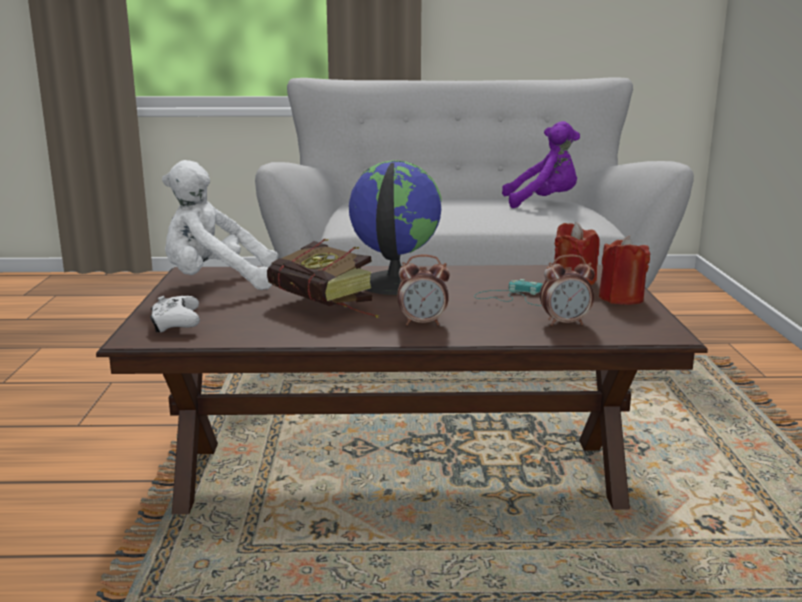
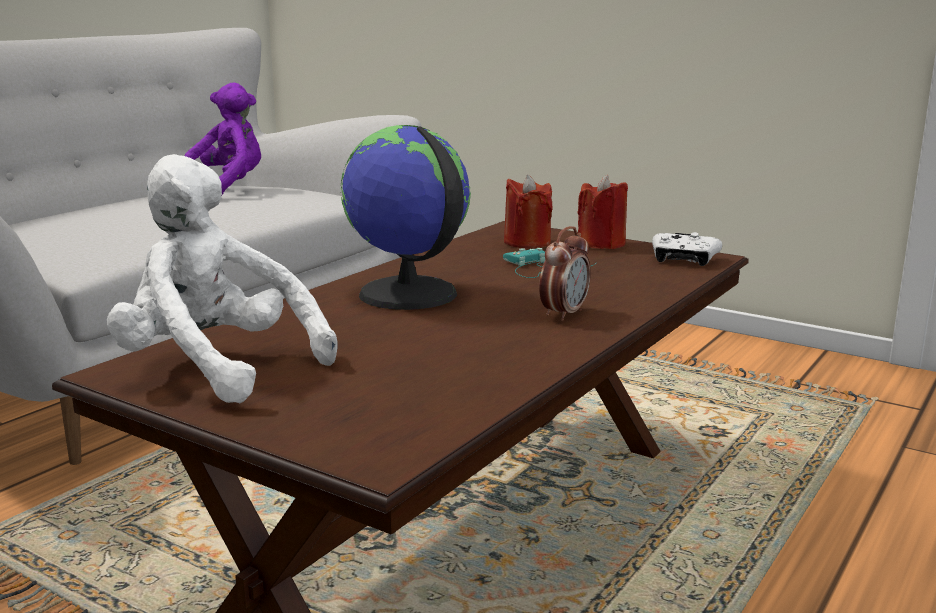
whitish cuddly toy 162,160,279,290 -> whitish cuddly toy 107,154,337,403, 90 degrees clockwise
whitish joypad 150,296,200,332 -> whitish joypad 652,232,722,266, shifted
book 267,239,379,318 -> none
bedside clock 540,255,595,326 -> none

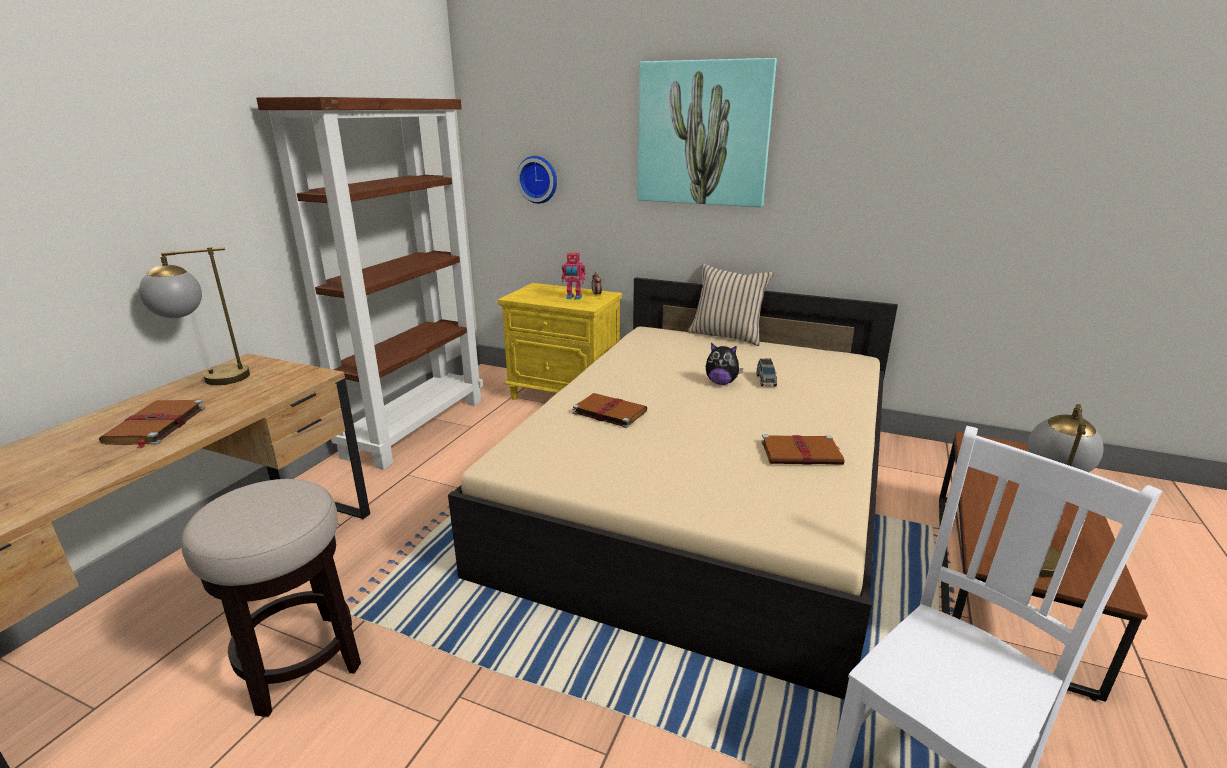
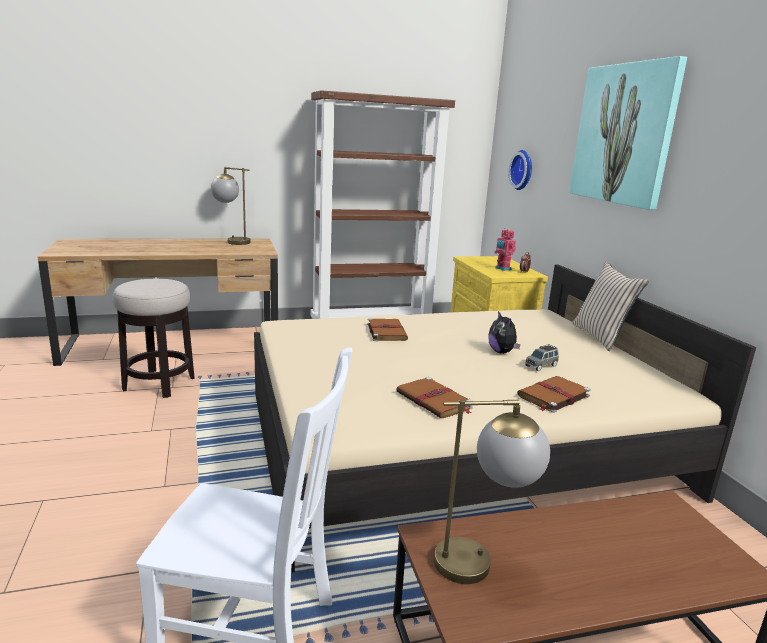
brownish book 99,400,205,449 -> brownish book 517,376,591,413, shifted

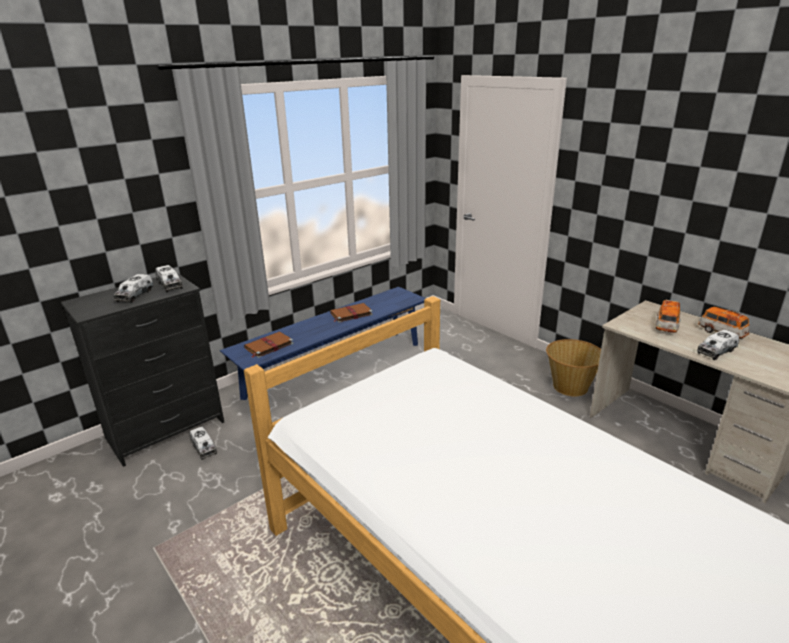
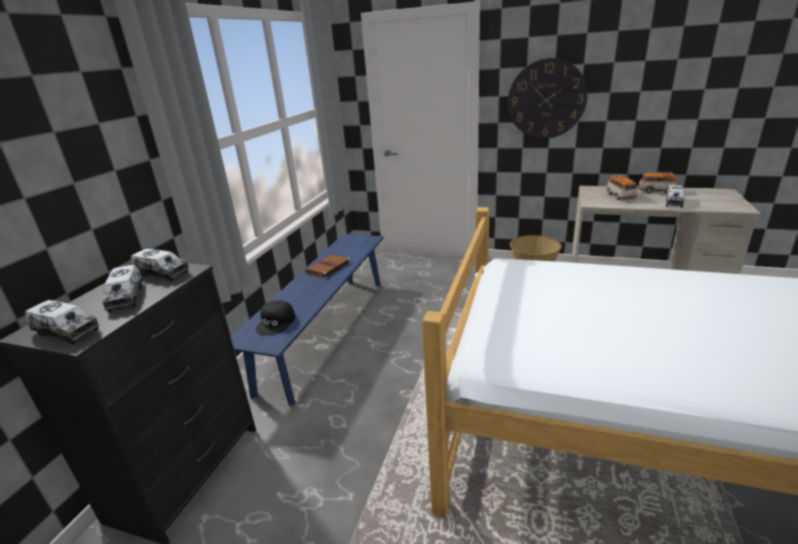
toy lorry 190,426,217,460 -> toy lorry 25,300,99,345, shifted
brownish book 244,332,294,358 -> black-coloured baseball cap 256,300,295,335
none -> wall clock 508,58,588,139

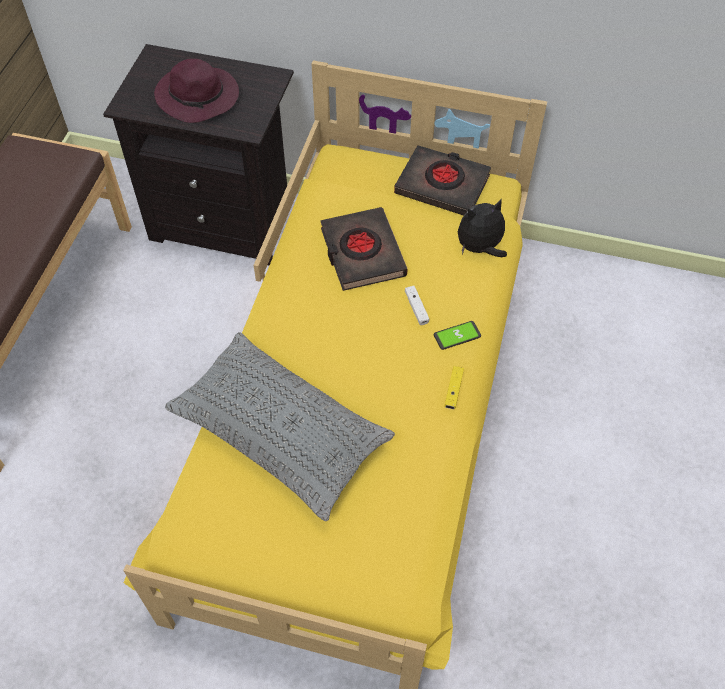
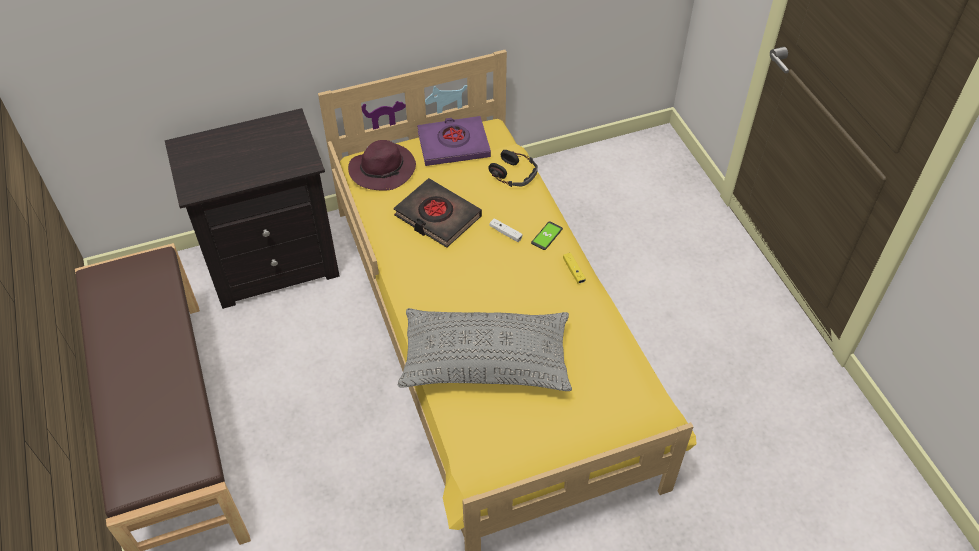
purplish wearable hat 154,59,239,123 -> purplish wearable hat 348,140,416,191, shifted
black-coloured book 394,145,491,216 -> purplish book 417,116,491,166
cuddly toy 458,198,507,257 -> headset 488,150,538,187

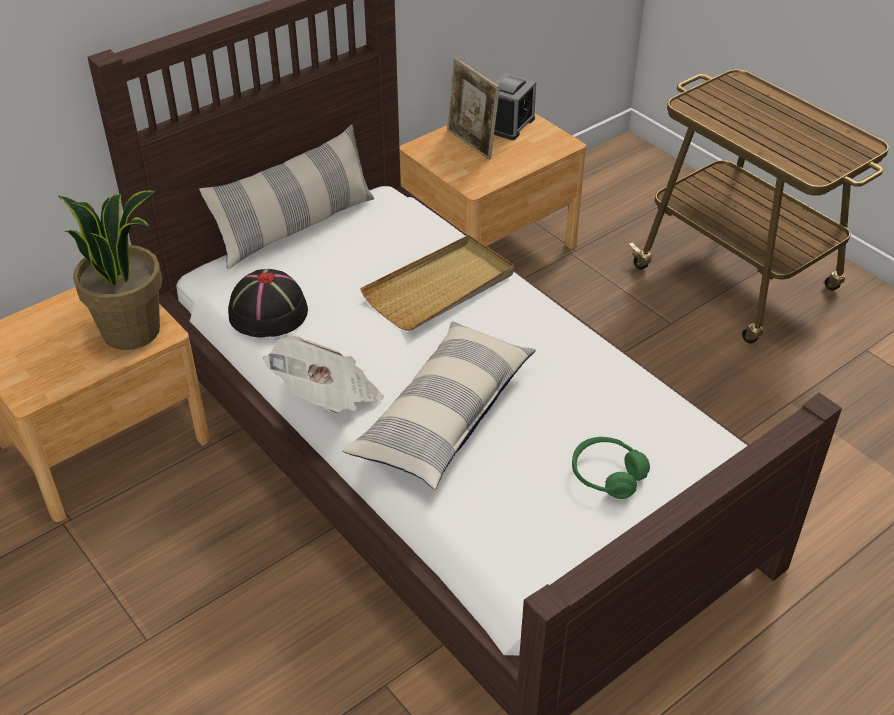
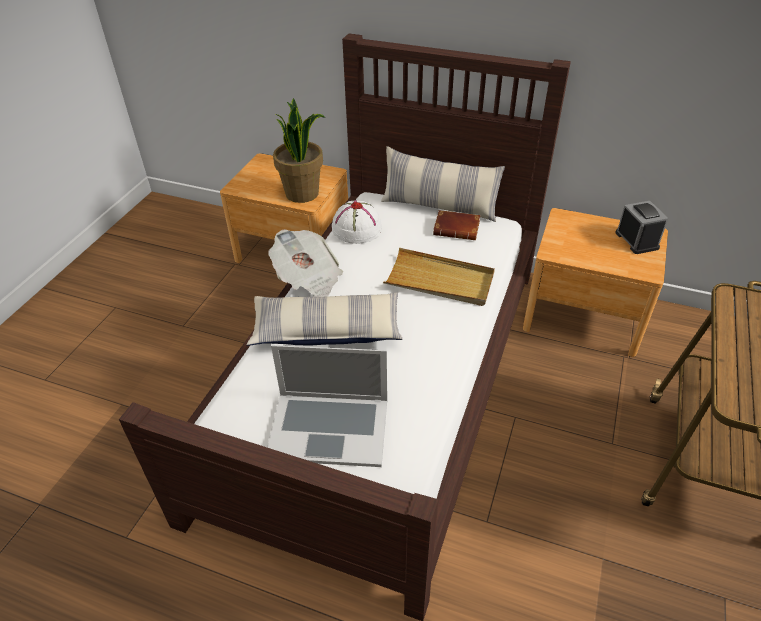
green headset 572,437,650,499 -> portable computer 267,345,387,467
black-coloured wearable hat 228,269,308,338 -> whitish wearable hat 332,200,382,244
none -> brownish book 433,210,480,240
bedside clock 494,73,536,140 -> bedside clock 615,201,668,254, 105 degrees counterclockwise
standing frame 447,57,500,160 -> none

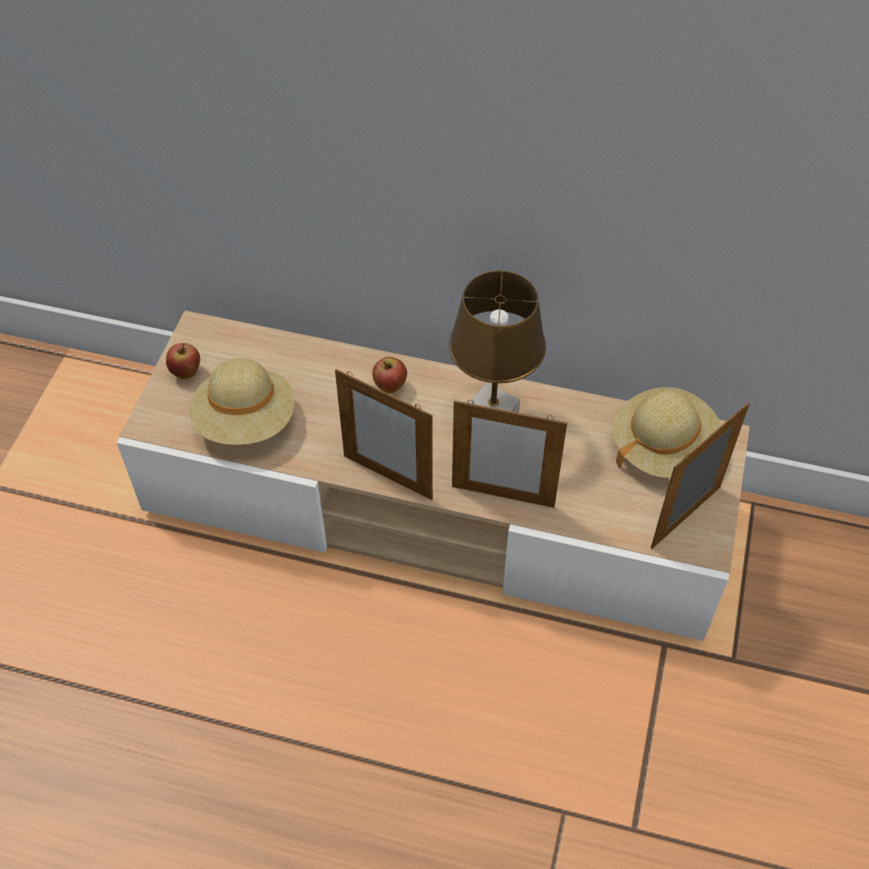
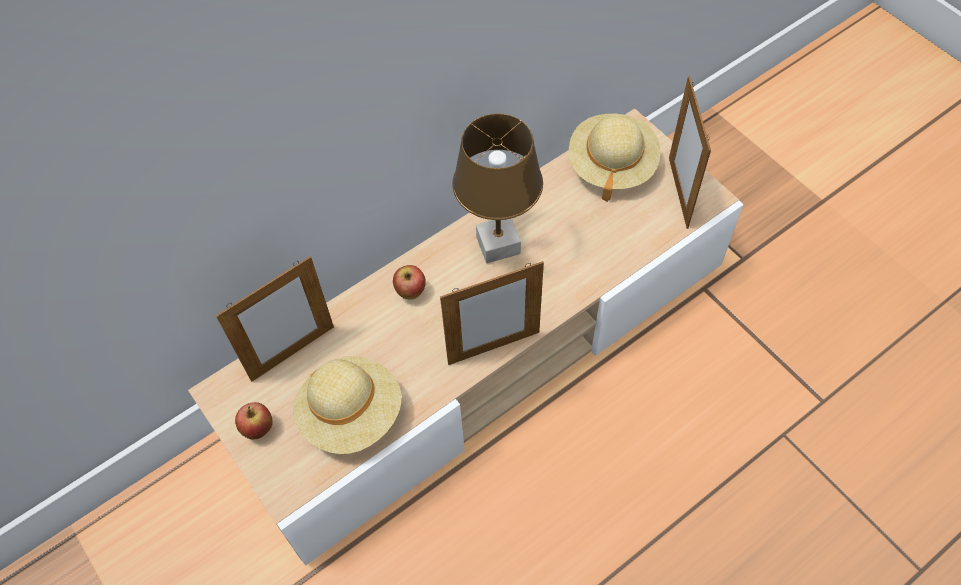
standing frame 452,400,567,508 -> standing frame 216,256,334,382, shifted

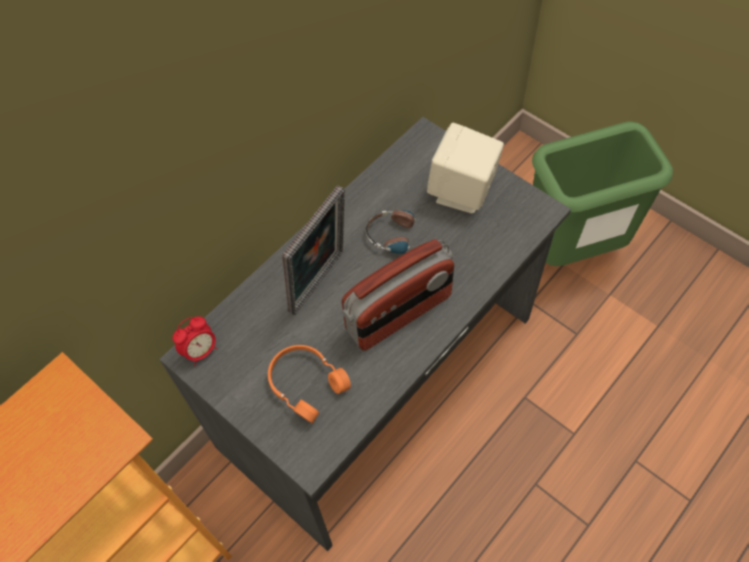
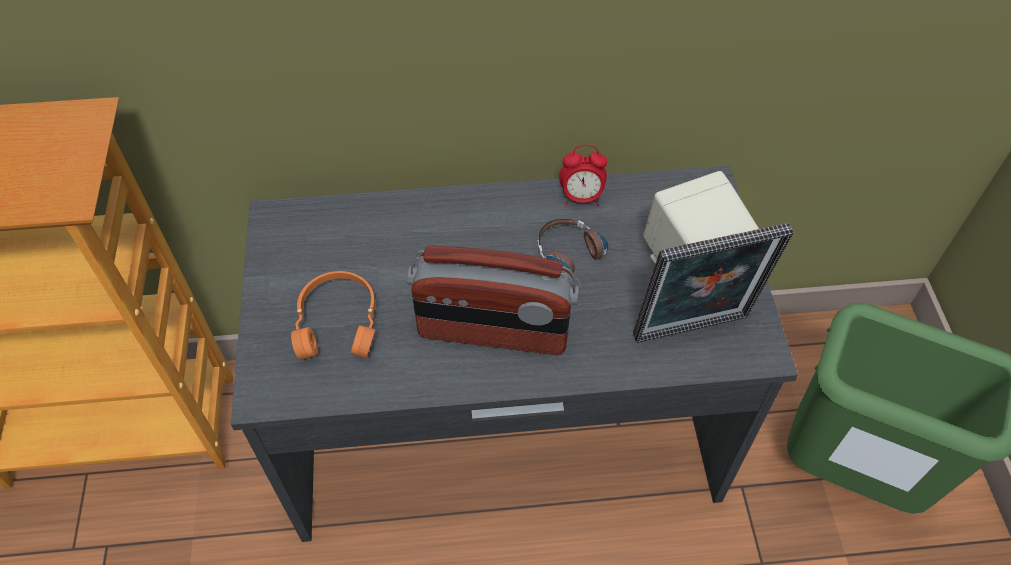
bedside clock 173,316,217,366 -> bedside clock 559,145,607,206, shifted
standing frame 282,185,345,316 -> standing frame 633,223,794,343, shifted

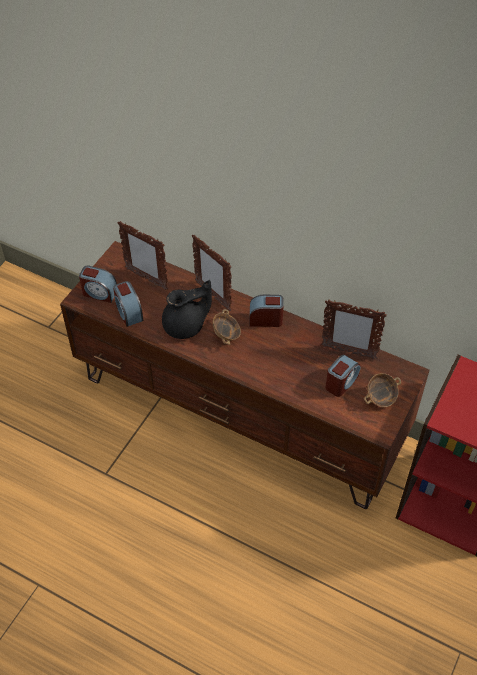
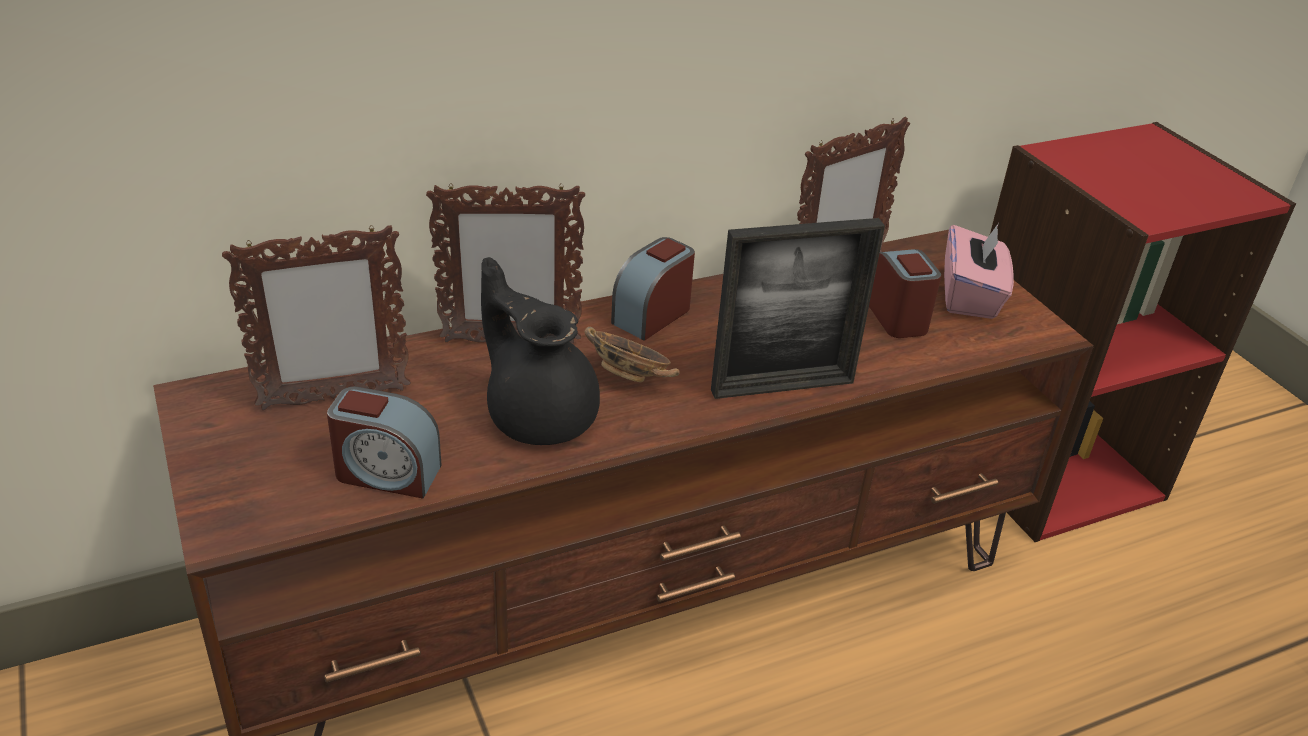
black-coloured tea pot 162,280,212,339 -> black-coloured tea pot 481,257,600,445, 60 degrees counterclockwise
none -> standing frame 711,218,885,399
deep dish 364,373,401,407 -> pink box of tissues 944,223,1014,319
bedside clock 79,265,117,303 -> none

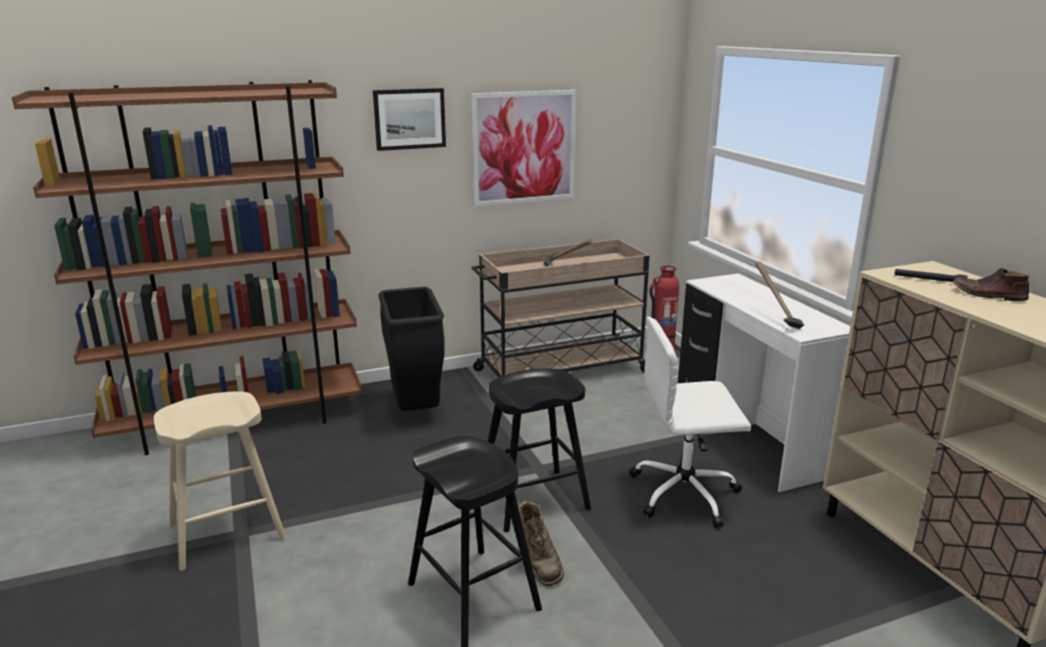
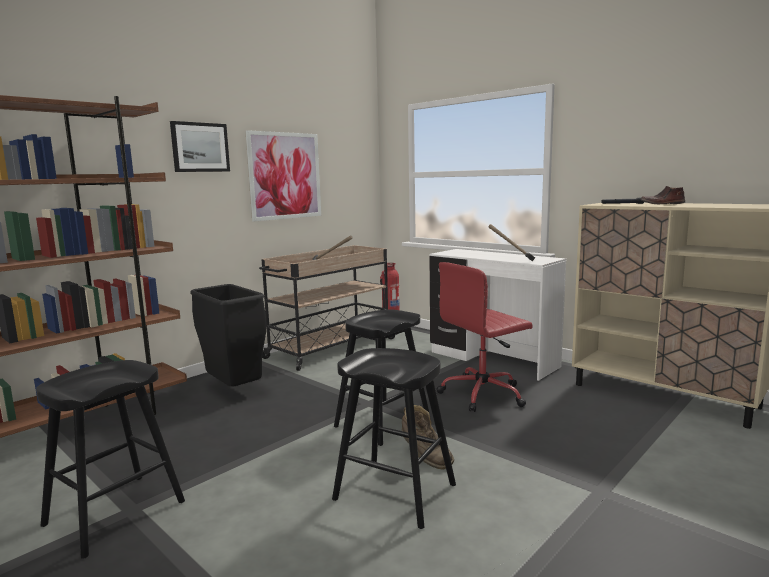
beige stool seat 154,391,286,571 -> black-coloured stool seat 36,360,185,559
whitish computer chair 629,316,751,528 -> red-coloured computer chair 437,262,533,412

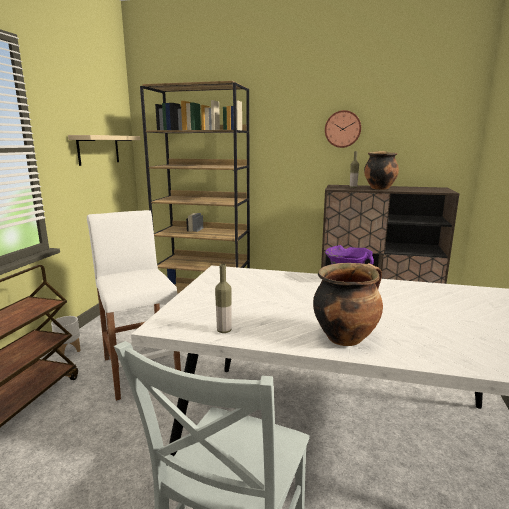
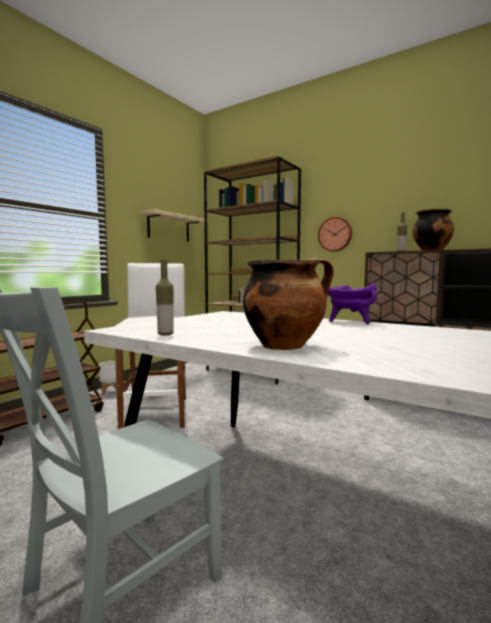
wall clock 325,110,361,148 -> wall clock 318,217,352,252, shifted

